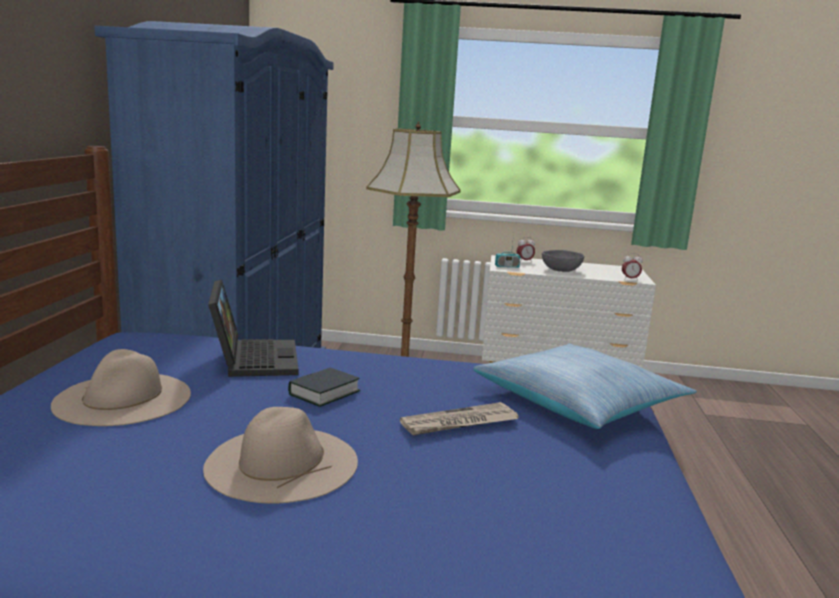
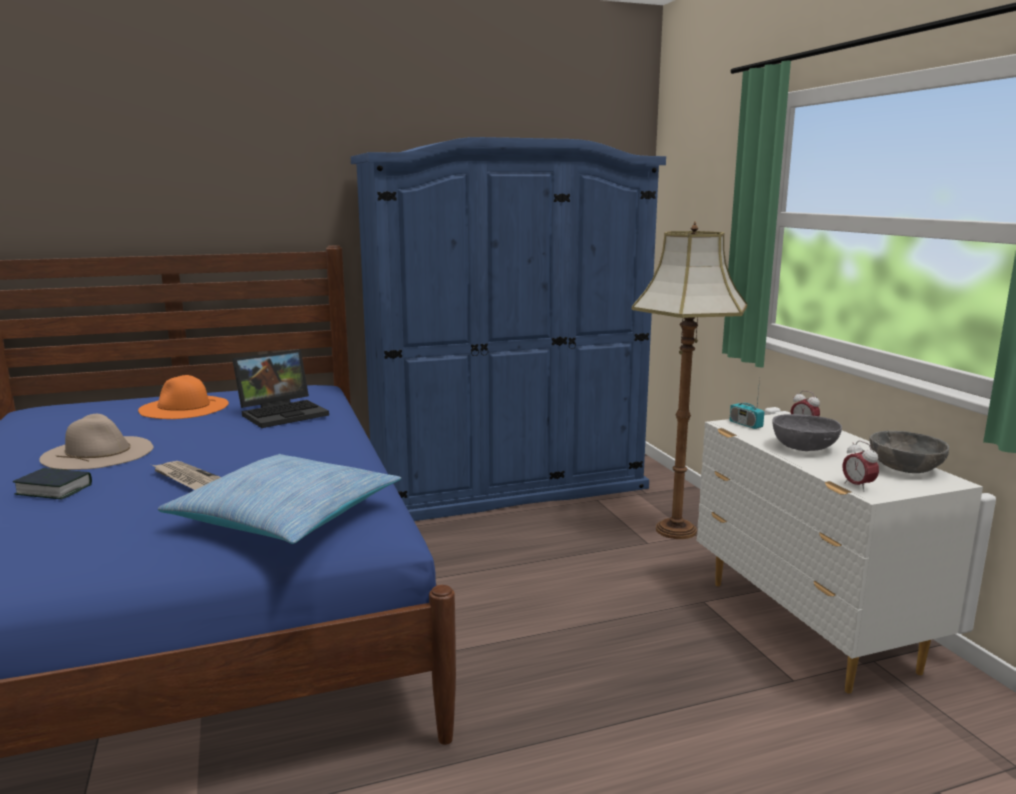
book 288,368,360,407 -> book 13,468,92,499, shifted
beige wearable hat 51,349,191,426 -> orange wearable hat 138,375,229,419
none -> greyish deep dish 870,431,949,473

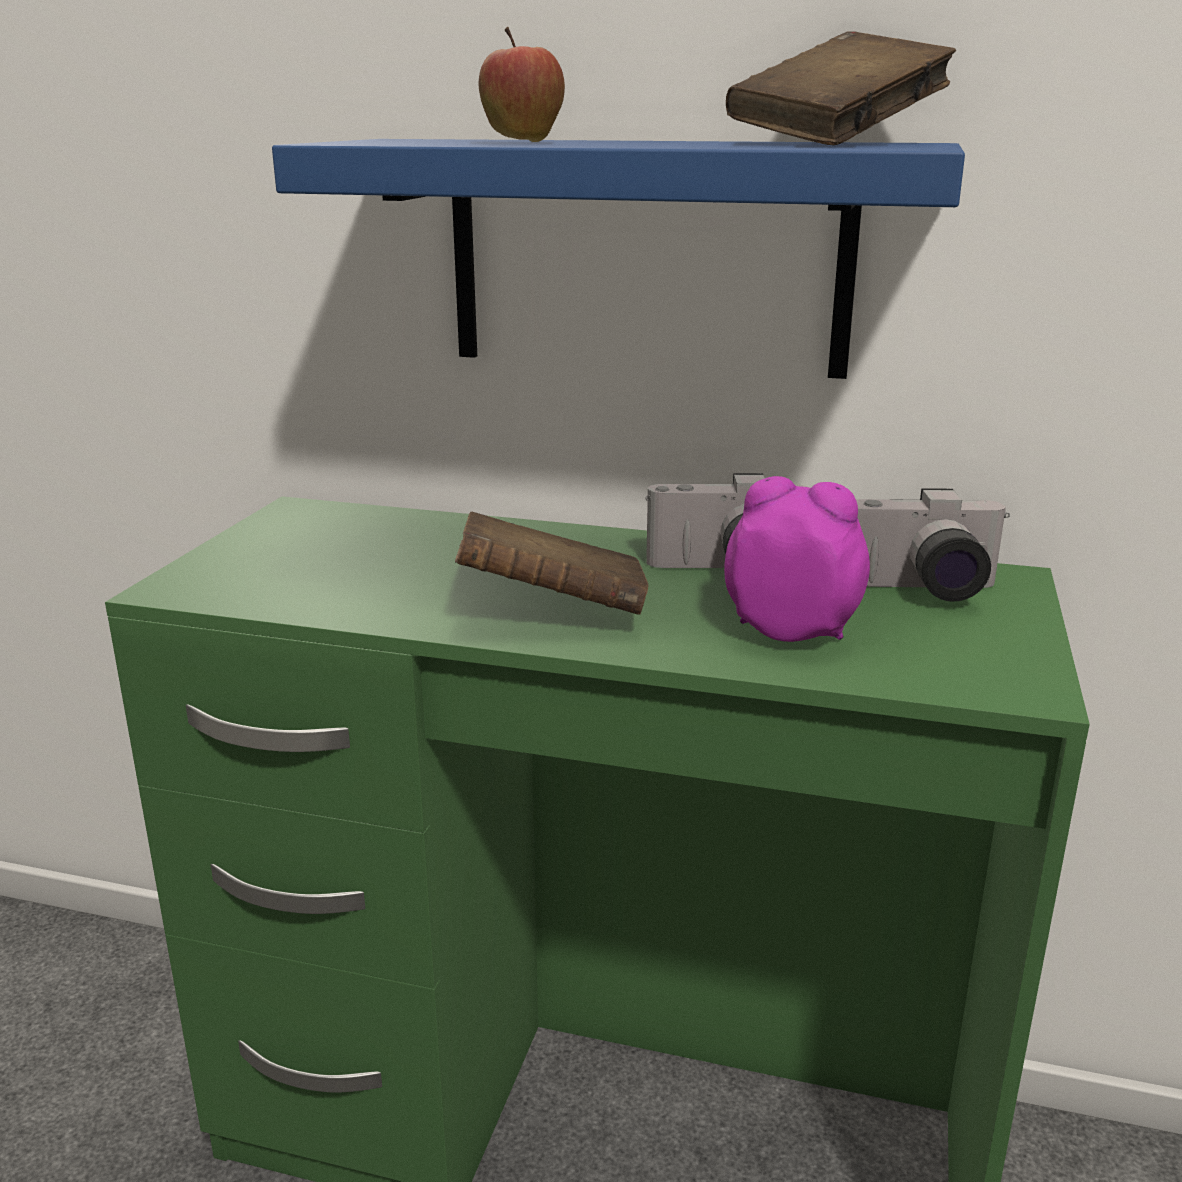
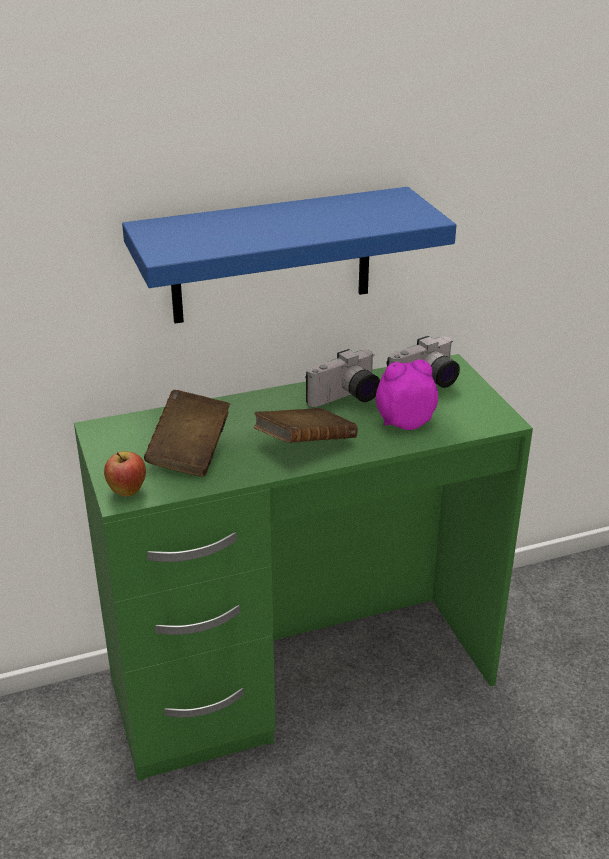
apple fruit 479,27,565,142 -> apple fruit 104,451,146,497, shifted
brownish book 726,31,956,146 -> brownish book 144,390,230,476, shifted

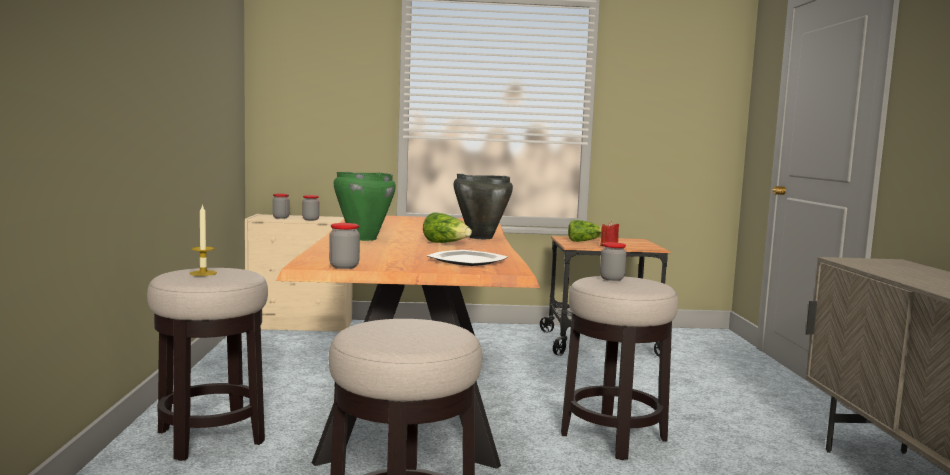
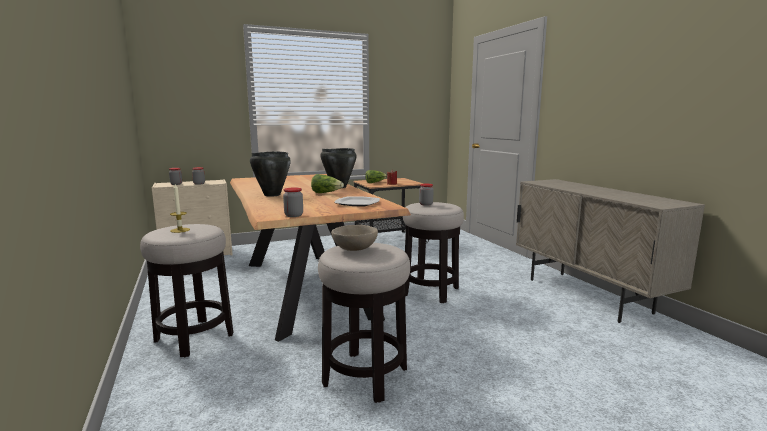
green stockpot 334,172,396,241 -> black-coloured stockpot 250,151,291,197
none -> beige deep dish 331,225,378,251

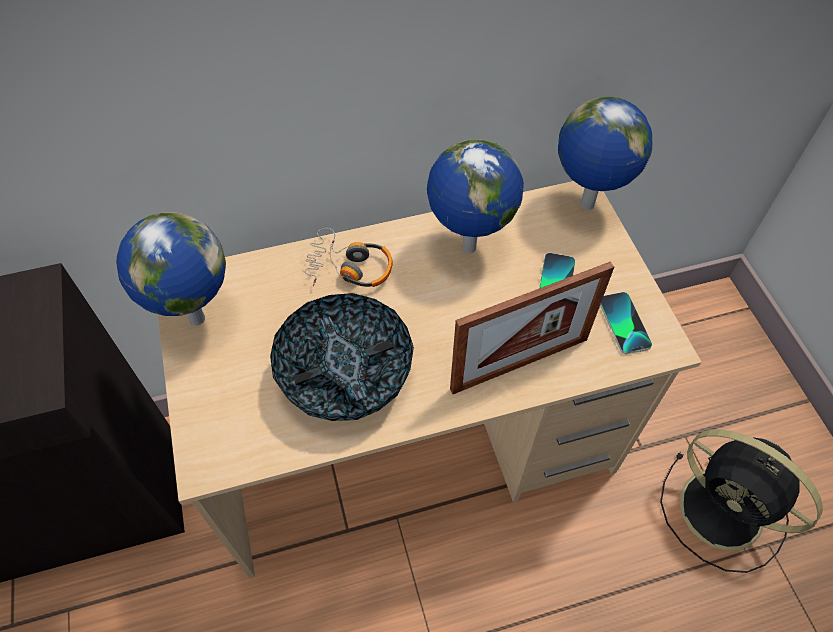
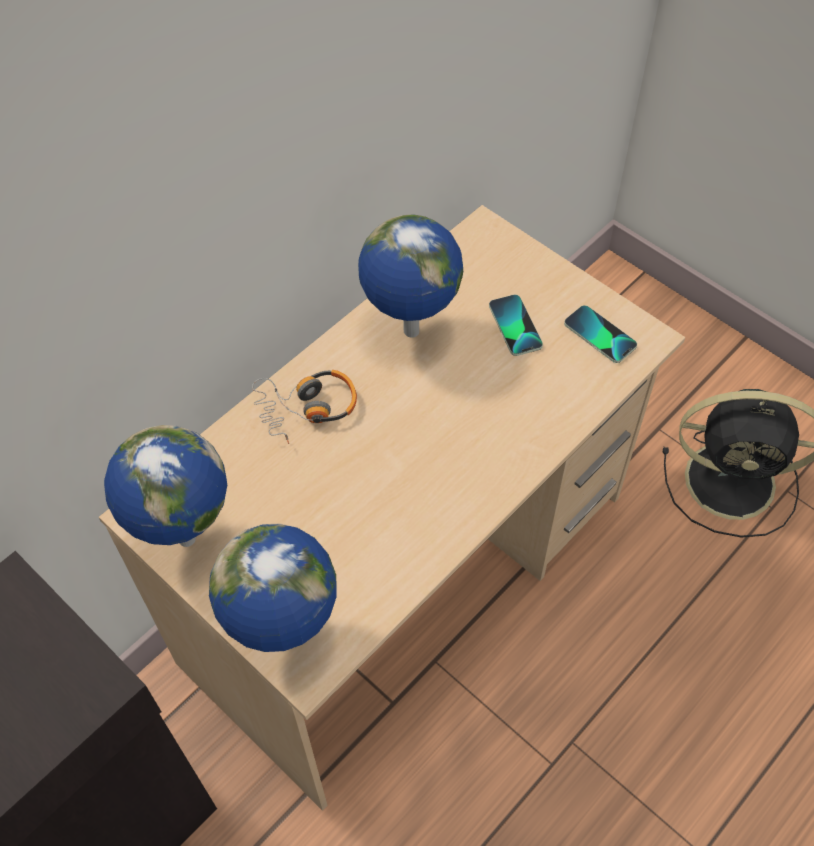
desk globe 558,97,652,210 -> desk globe 209,523,337,652, shifted
deep dish 270,293,414,421 -> none
standing frame 450,262,614,394 -> none

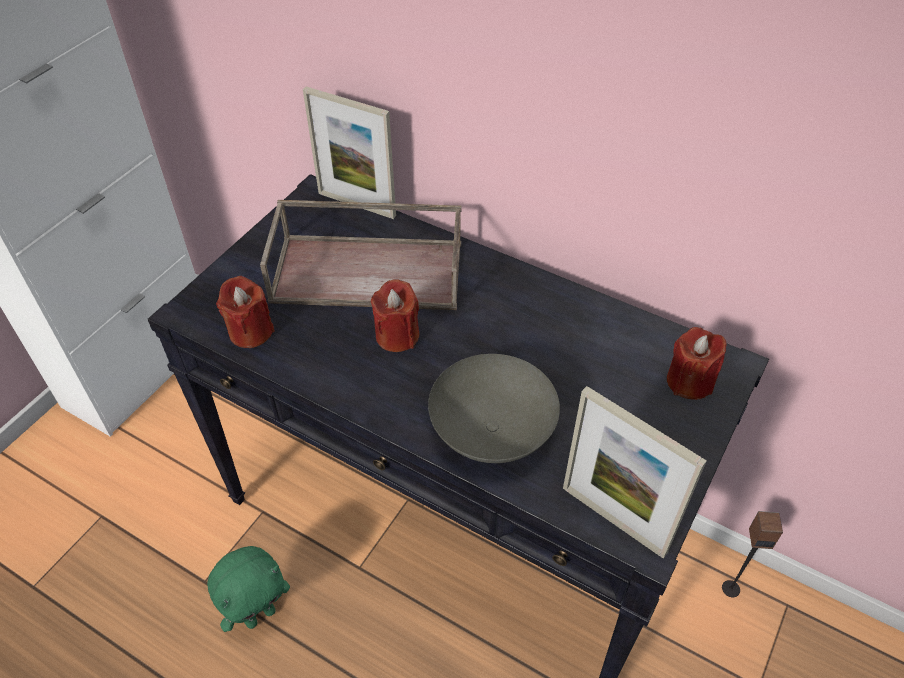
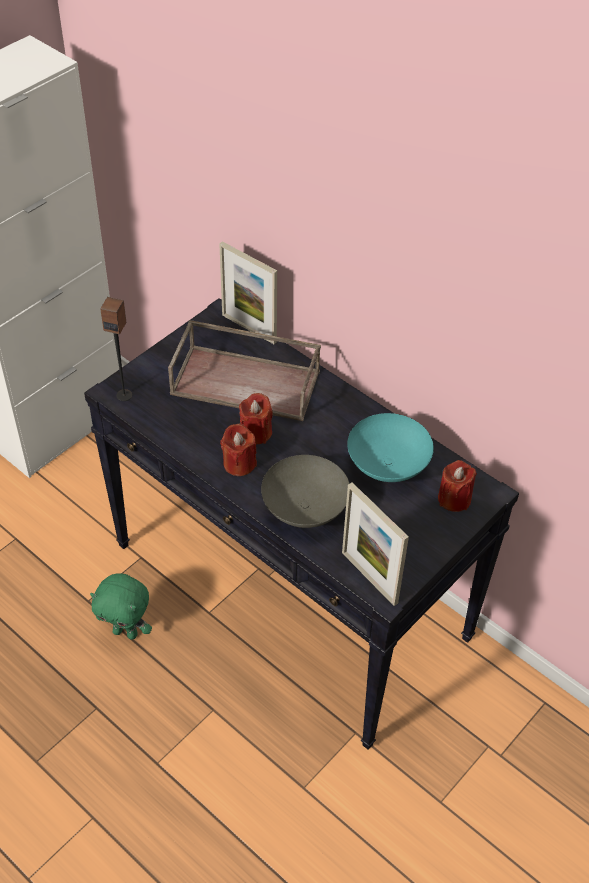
green cuddly toy 207,546,290,632 -> green cuddly toy 90,573,152,640, 45 degrees clockwise
loudspeaker 722,511,783,597 -> loudspeaker 100,297,132,401, shifted
red-coloured candle 216,276,275,348 -> red-coloured candle 220,423,257,476, shifted
none -> turquoise deep dish 347,413,434,482

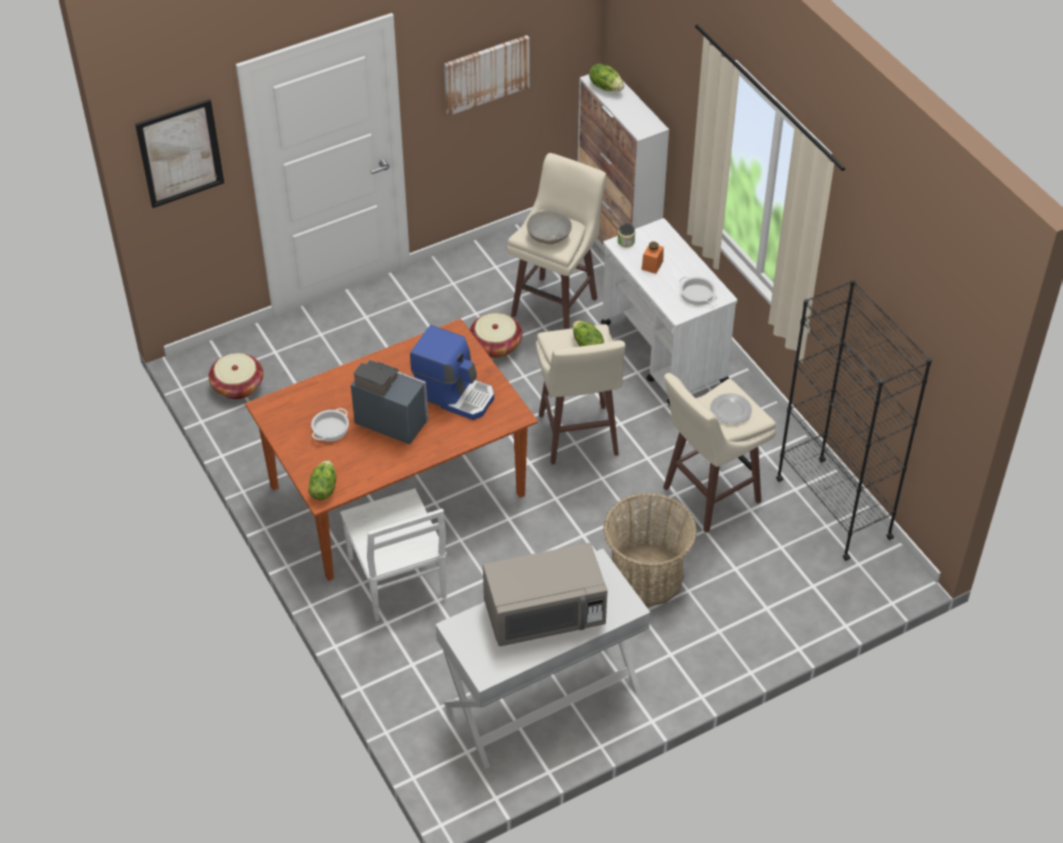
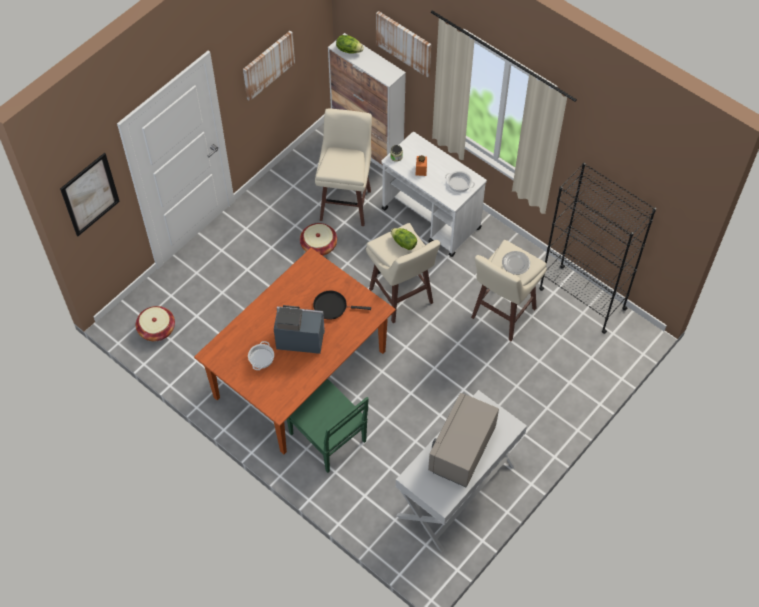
whitish upright chair 340,488,447,621 -> green upright chair 287,379,369,473
coffee maker 410,325,494,420 -> black-coloured frying pan 313,291,371,320
none -> picture 376,11,431,77
greyish microwave oven 483,543,608,646 -> greyish microwave oven 428,393,499,488, 150 degrees clockwise
lettuce head 308,460,336,500 -> none
greyish deep dish 527,210,572,244 -> none
basket 603,493,697,607 -> none

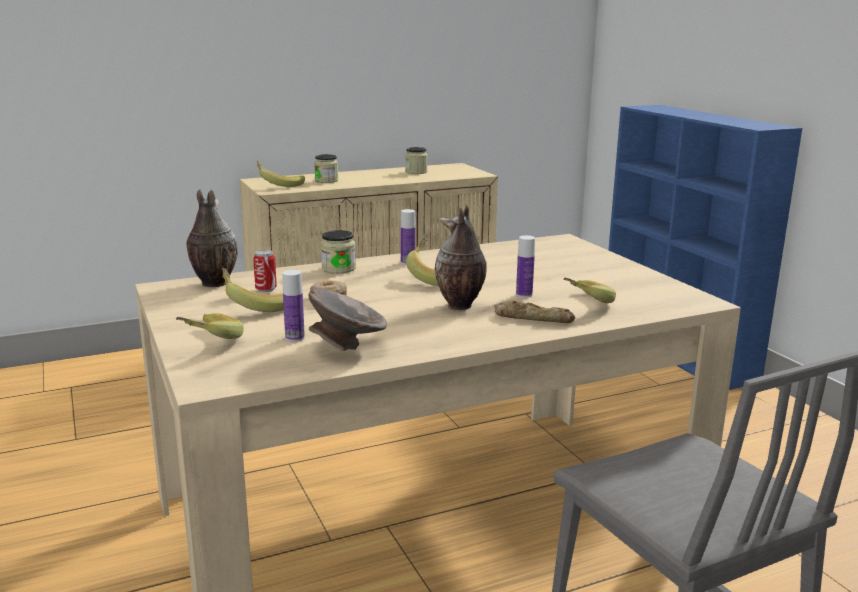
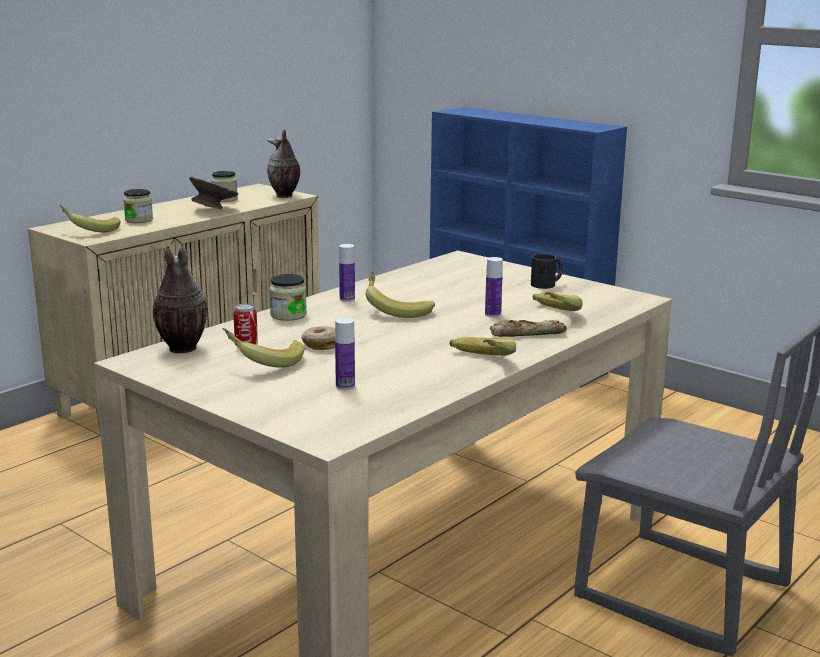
greyish deep dish 308,289,387,351 -> greyish deep dish 189,176,238,210, shifted
flower vase 435,204,487,310 -> flower vase 267,129,300,198, shifted
banana 176,313,244,339 -> banana 449,337,516,356, shifted
none -> black-coloured mug 531,254,563,289

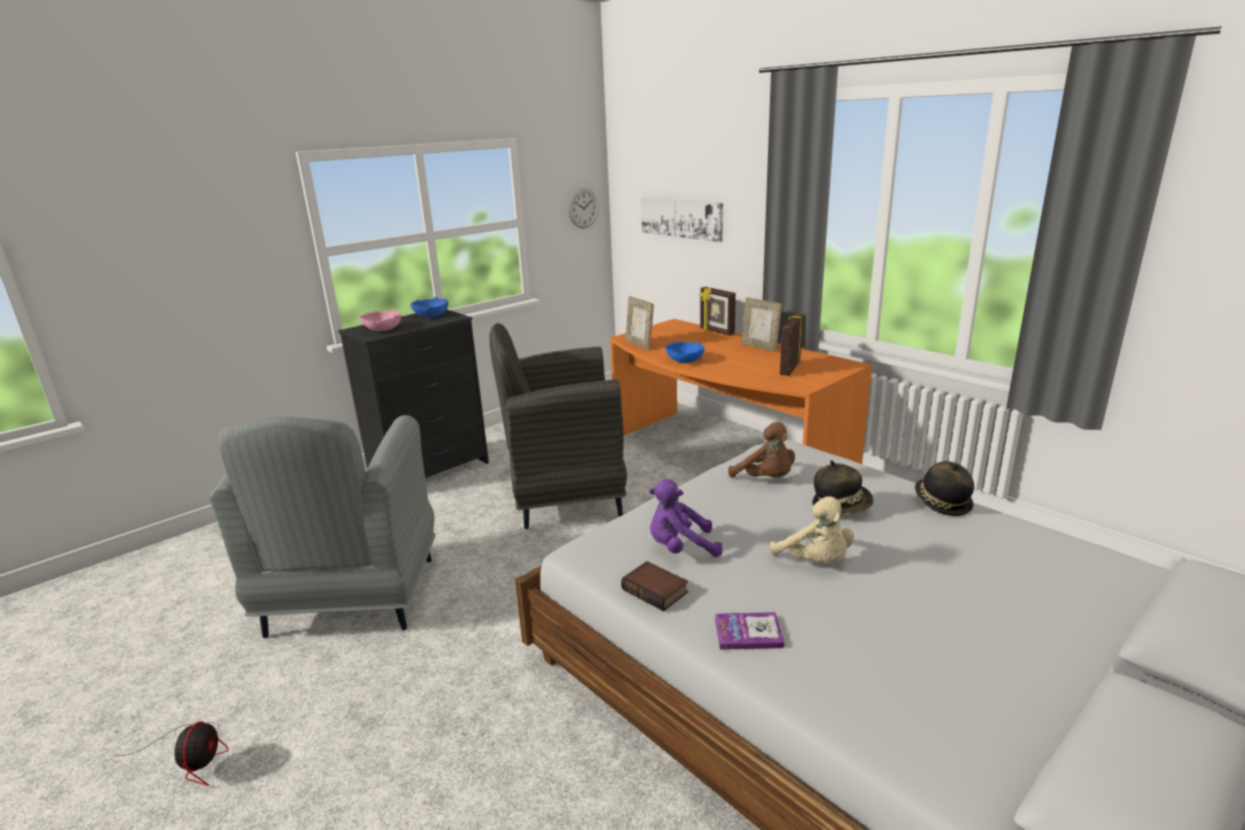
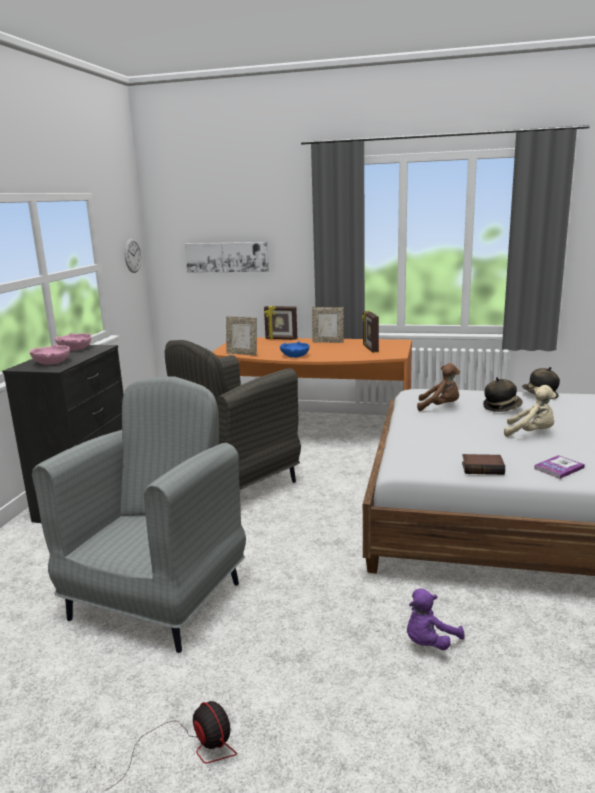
greyish easy chair 209,415,436,638 -> greyish easy chair 32,376,246,653, 120 degrees counterclockwise
bluish deep dish 410,297,448,317 -> pink deep dish 55,333,91,351
purplish cuddly toy 649,479,723,557 -> purplish cuddly toy 407,589,465,650, shifted

